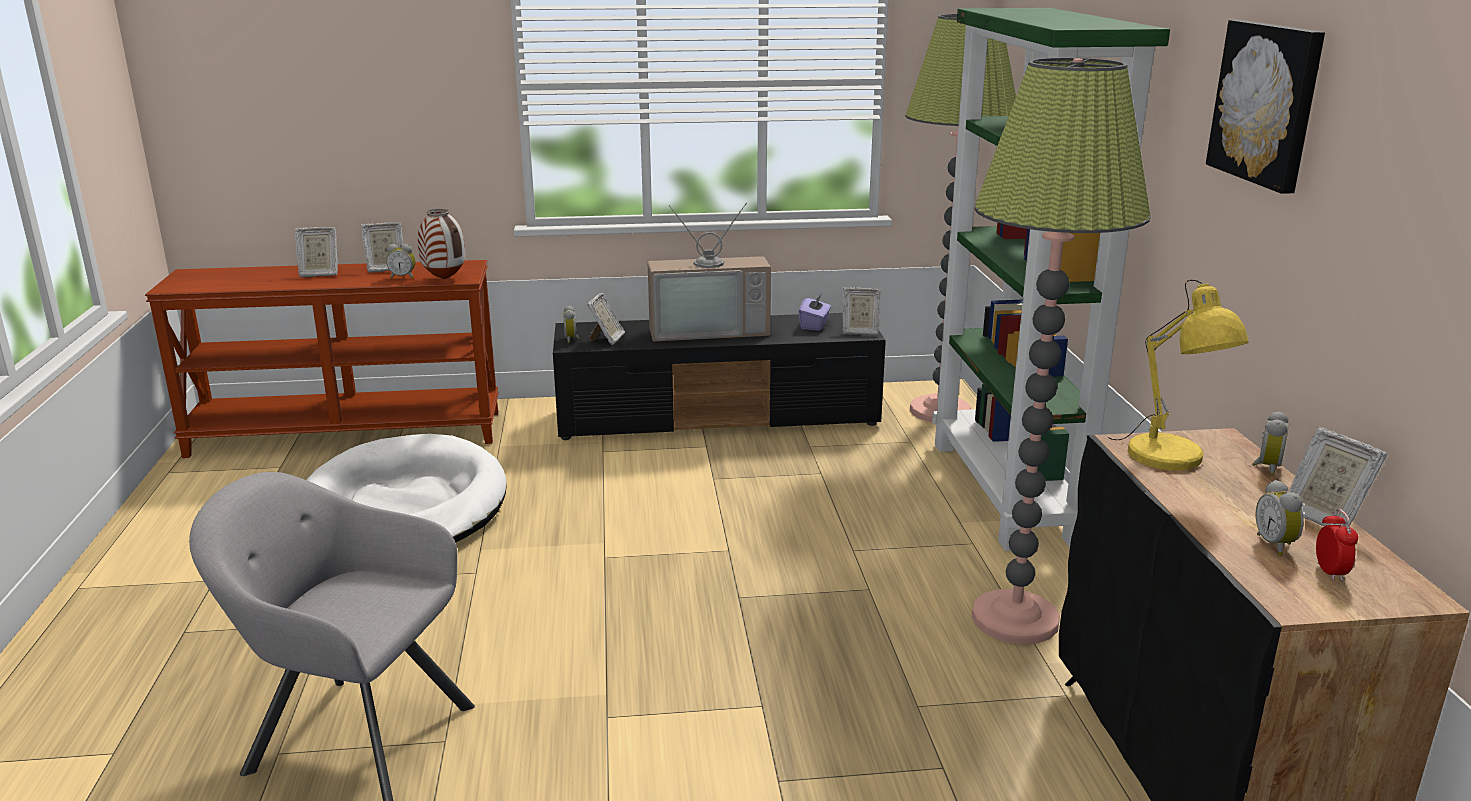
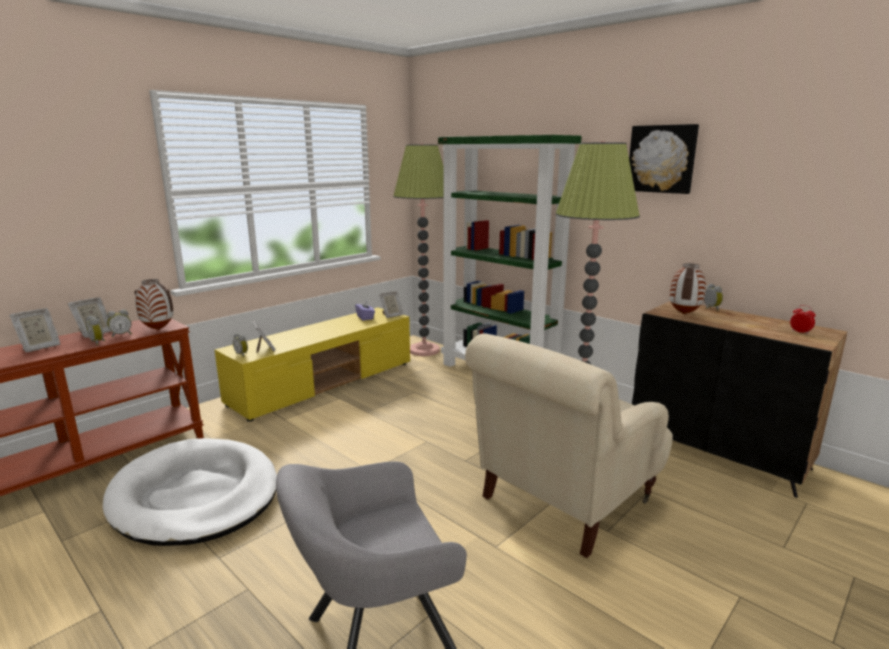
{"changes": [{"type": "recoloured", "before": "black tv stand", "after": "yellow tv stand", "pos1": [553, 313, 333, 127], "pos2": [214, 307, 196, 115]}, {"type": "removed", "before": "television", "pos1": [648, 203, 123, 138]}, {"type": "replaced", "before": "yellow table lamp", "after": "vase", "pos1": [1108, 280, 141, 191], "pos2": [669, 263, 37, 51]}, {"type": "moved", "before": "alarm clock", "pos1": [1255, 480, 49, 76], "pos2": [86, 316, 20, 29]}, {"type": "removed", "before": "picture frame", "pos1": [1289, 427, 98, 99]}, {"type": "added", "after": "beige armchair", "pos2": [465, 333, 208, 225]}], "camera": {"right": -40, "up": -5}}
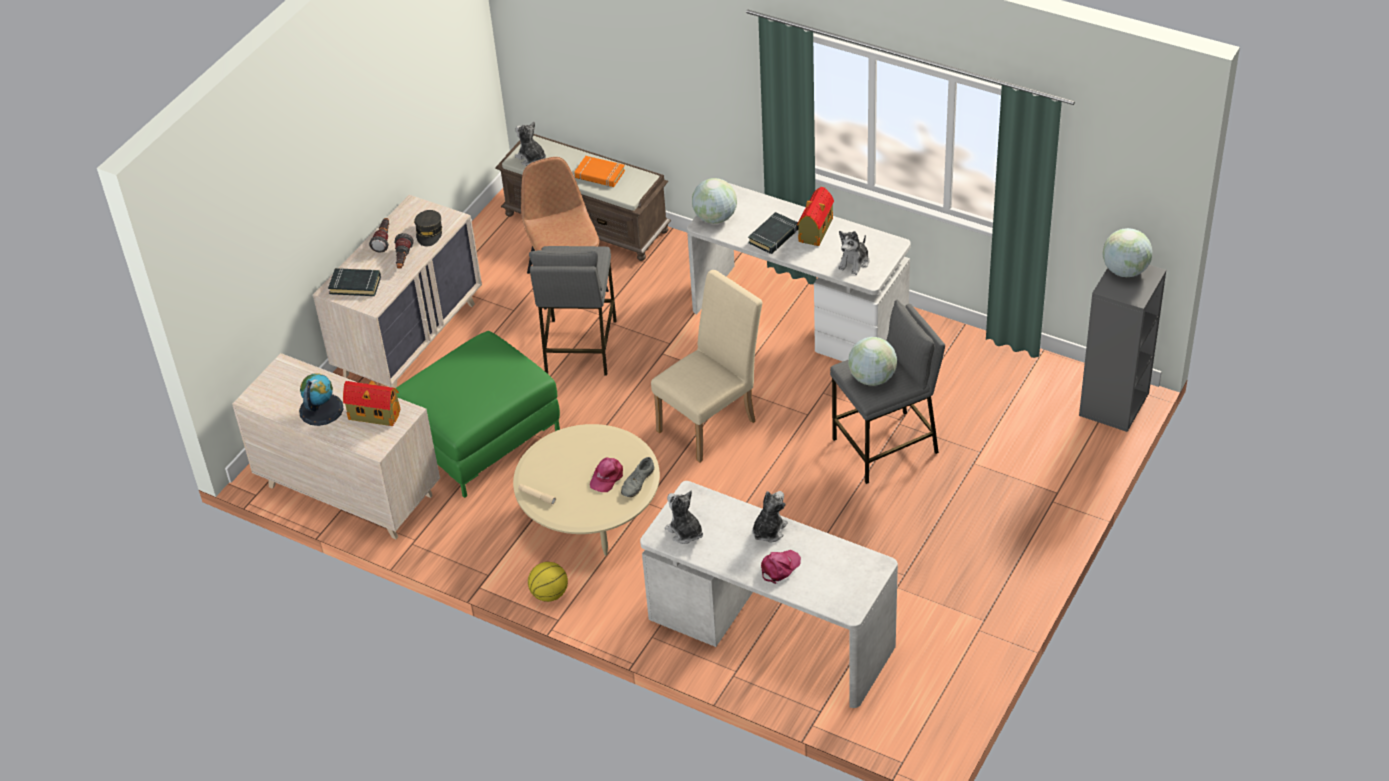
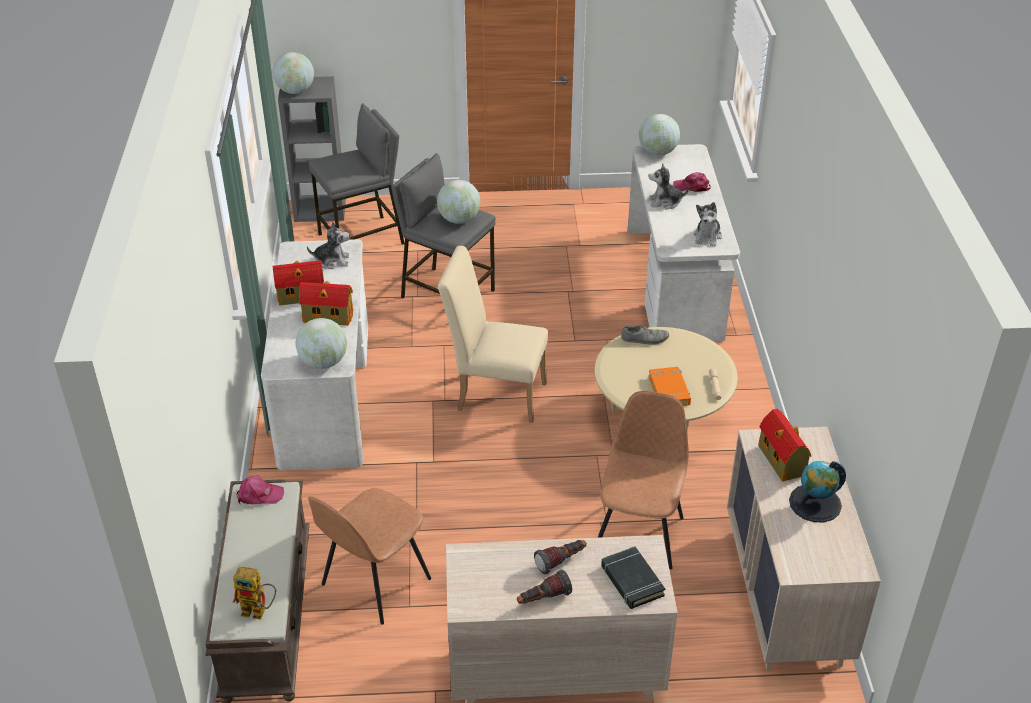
{"changes": [{"type": "replaced", "before": "green ottoman", "after": "brown chair", "pos1": [396, 331, 164, 167], "pos2": [598, 391, 91, 178]}, {"type": "removed", "before": "grey cap", "pos1": [414, 210, 28, 36]}, {"type": "replaced", "before": "plush toy", "after": "toy robot", "pos1": [515, 121, 31, 45], "pos2": [233, 566, 43, 54]}, {"type": "removed", "before": "basketball", "pos1": [528, 562, 40, 40]}, {"type": "moved", "before": "grey stool", "pos1": [529, 246, 88, 130], "pos2": [309, 103, 96, 142]}, {"type": "moved", "before": "orange book", "pos1": [574, 156, 51, 31], "pos2": [648, 367, 43, 39]}, {"type": "moved", "before": "pink cap", "pos1": [590, 457, 33, 35], "pos2": [236, 476, 48, 28]}, {"type": "replaced", "before": "black book", "after": "toy house", "pos1": [748, 212, 51, 42], "pos2": [299, 281, 54, 45]}, {"type": "added", "after": "globe", "pos2": [639, 114, 41, 42]}], "camera": {"right": -125, "up": -5}}
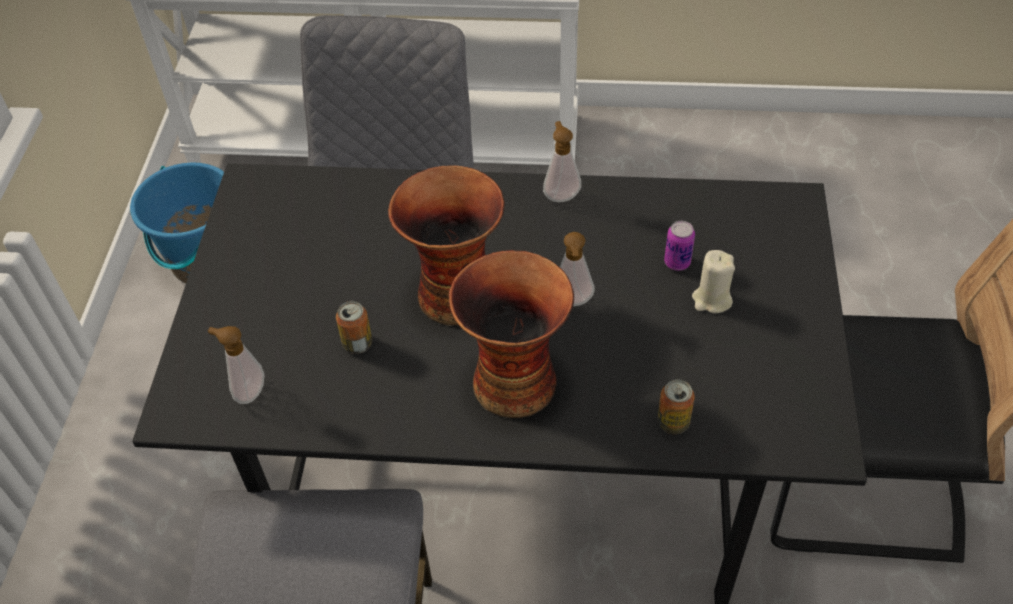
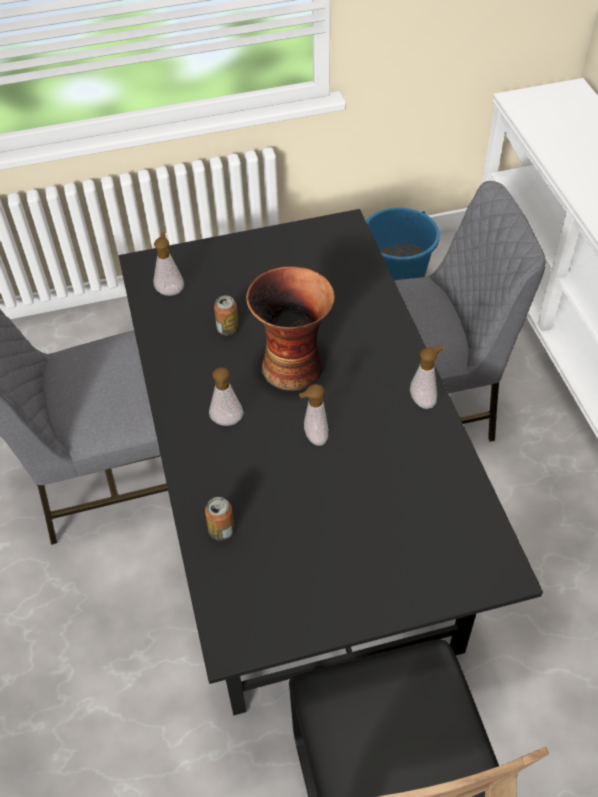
{"changes": [{"type": "replaced", "before": "vase", "after": "soap dispenser", "pos1": [449, 250, 125, 168], "pos2": [209, 367, 35, 59]}, {"type": "removed", "before": "can", "pos1": [664, 221, 31, 50]}, {"type": "removed", "before": "beige candle", "pos1": [692, 250, 43, 63]}], "camera": {"right": 70, "up": 0}}
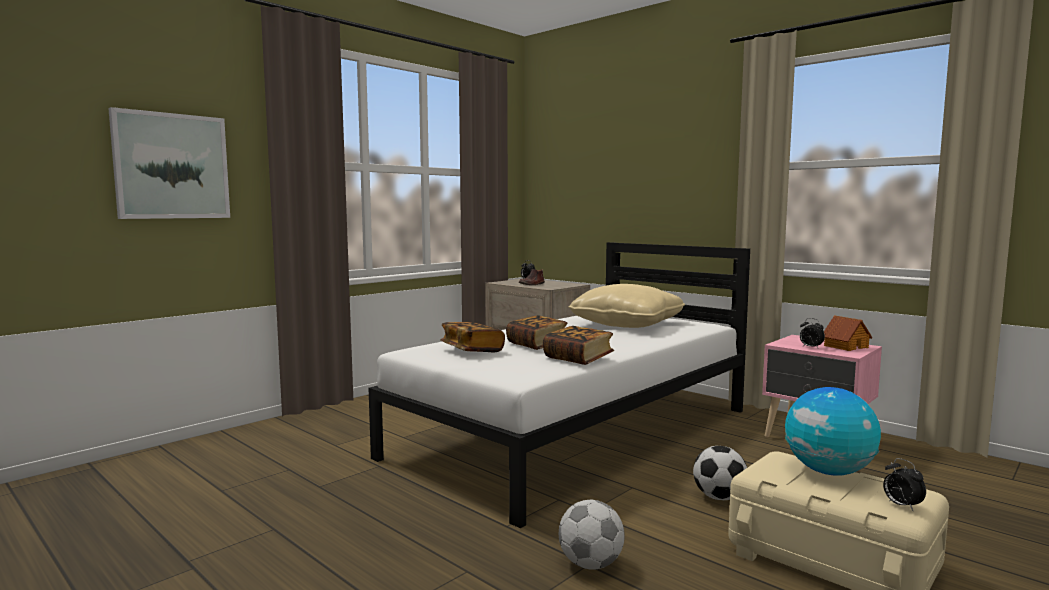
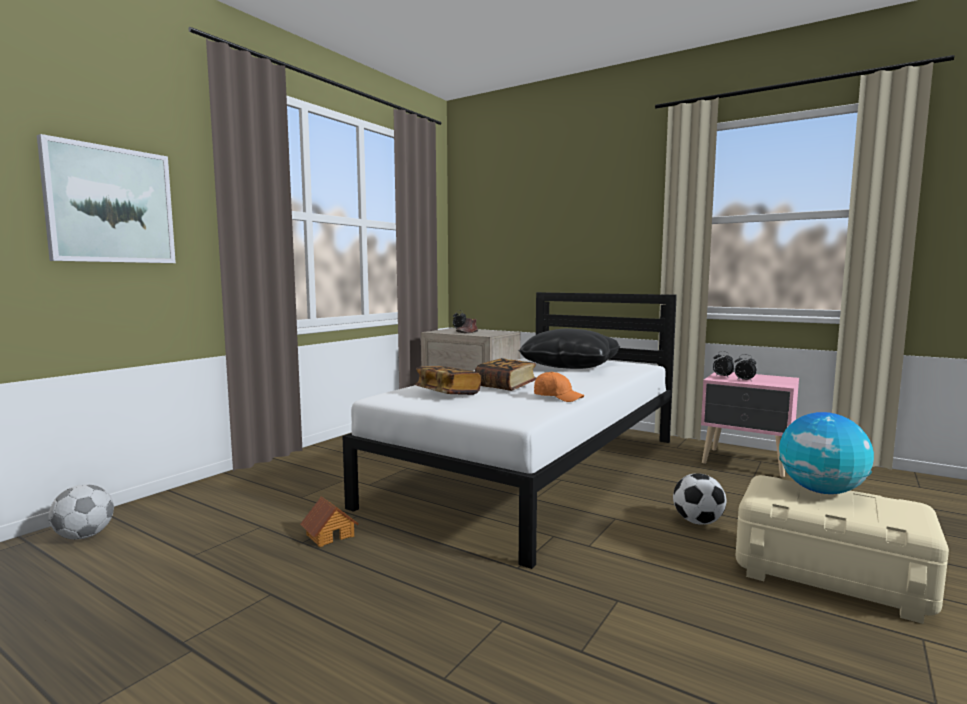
{"changes": [{"type": "replaced", "before": "book", "after": "orange cap", "pos1": [543, 326, 71, 39], "pos2": [534, 372, 50, 30]}, {"type": "moved", "before": "football", "pos1": [559, 499, 66, 71], "pos2": [48, 484, 66, 56]}, {"type": "recoloured", "before": "beige pillow", "after": "black pillow", "pos1": [568, 284, 117, 44], "pos2": [519, 328, 101, 41]}, {"type": "moved", "before": "toy house", "pos1": [824, 315, 49, 36], "pos2": [300, 496, 59, 51]}, {"type": "moved", "before": "alarm clock", "pos1": [883, 458, 43, 53], "pos2": [713, 351, 21, 26]}], "camera": {"right": -10, "up": 0}}
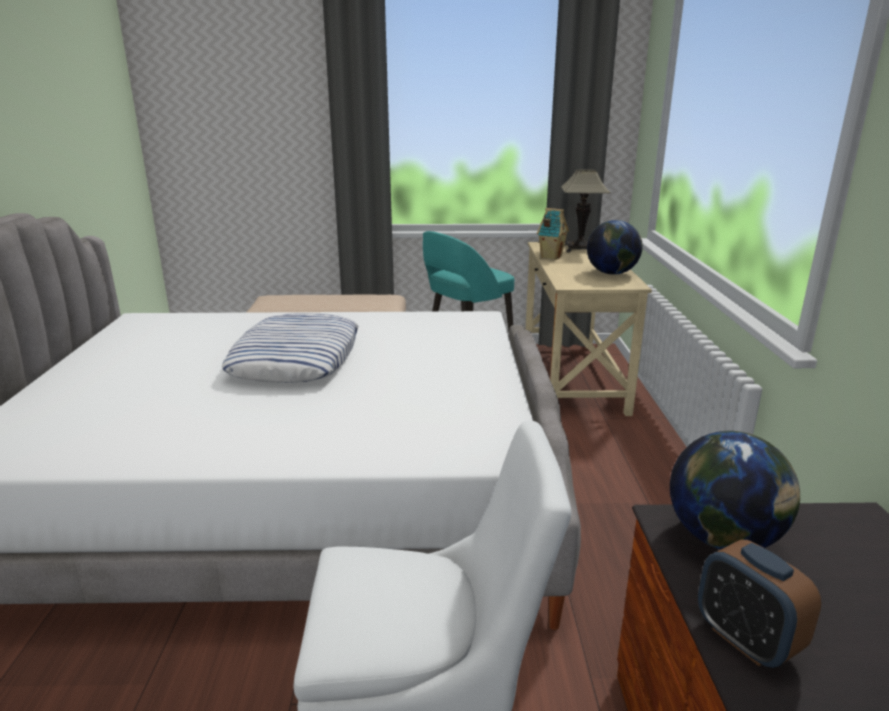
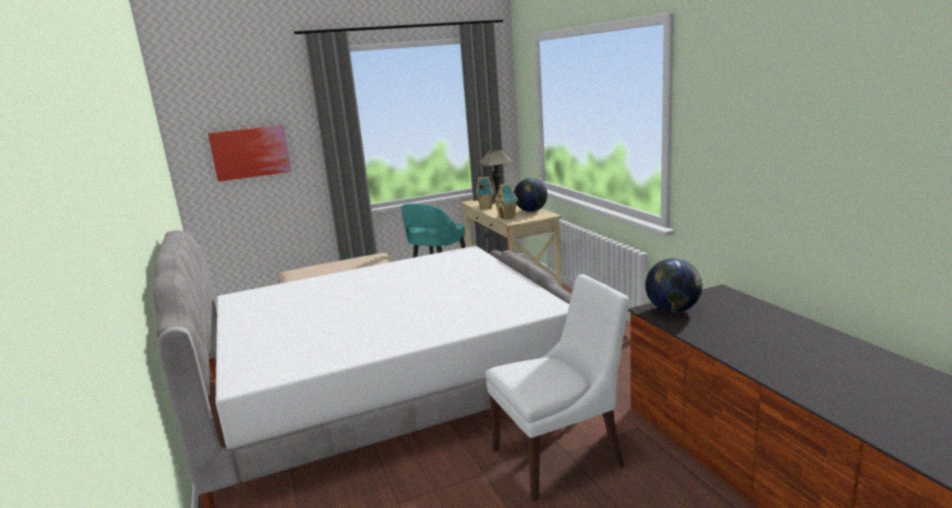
{"changes": [{"type": "removed", "before": "pillow", "pos1": [222, 313, 136, 70]}, {"type": "removed", "before": "alarm clock", "pos1": [698, 540, 123, 128]}, {"type": "added", "after": "picture", "pos2": [208, 125, 83, 57]}, {"type": "added", "after": "toy house", "pos2": [493, 183, 25, 37]}], "camera": {"right": -20, "up": -5}}
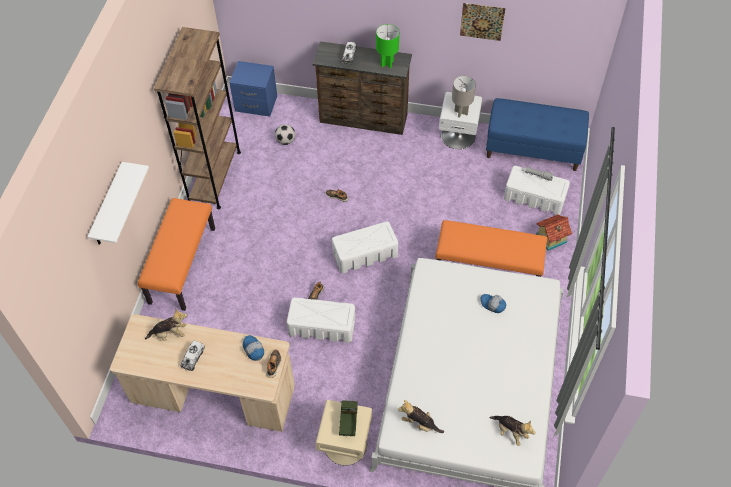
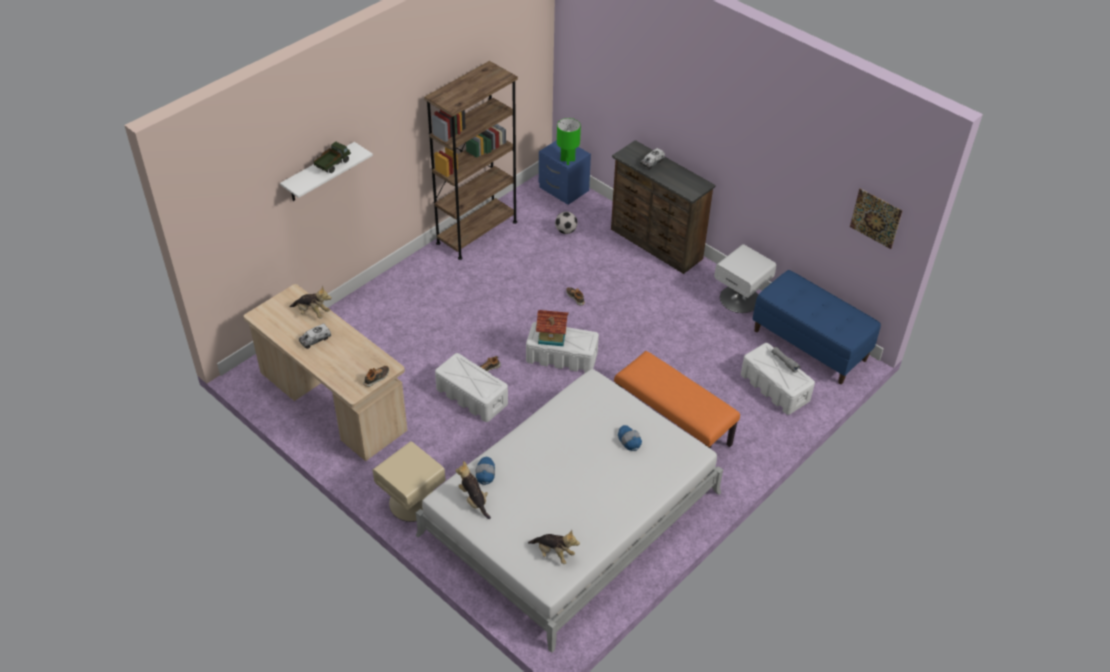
{"changes": [{"type": "removed", "before": "orange bench", "pos1": [138, 198, 77, 113]}, {"type": "moved", "before": "cap", "pos1": [243, 335, 21, 26], "pos2": [476, 457, 19, 28]}, {"type": "moved", "before": "toy truck", "pos1": [339, 400, 19, 36], "pos2": [313, 142, 38, 31]}, {"type": "moved", "before": "green table lamp", "pos1": [376, 24, 23, 44], "pos2": [557, 118, 24, 47]}, {"type": "removed", "before": "grey table lamp", "pos1": [452, 76, 24, 42]}, {"type": "moved", "before": "picture", "pos1": [460, 3, 46, 38], "pos2": [850, 189, 52, 60]}, {"type": "turned", "before": "plush toy", "pos1": [490, 416, 46, 30], "pos2": [528, 530, 52, 34], "turn": -45}, {"type": "moved", "before": "toy house", "pos1": [536, 214, 37, 37], "pos2": [536, 310, 33, 36]}], "camera": {"right": 30, "up": -10}}
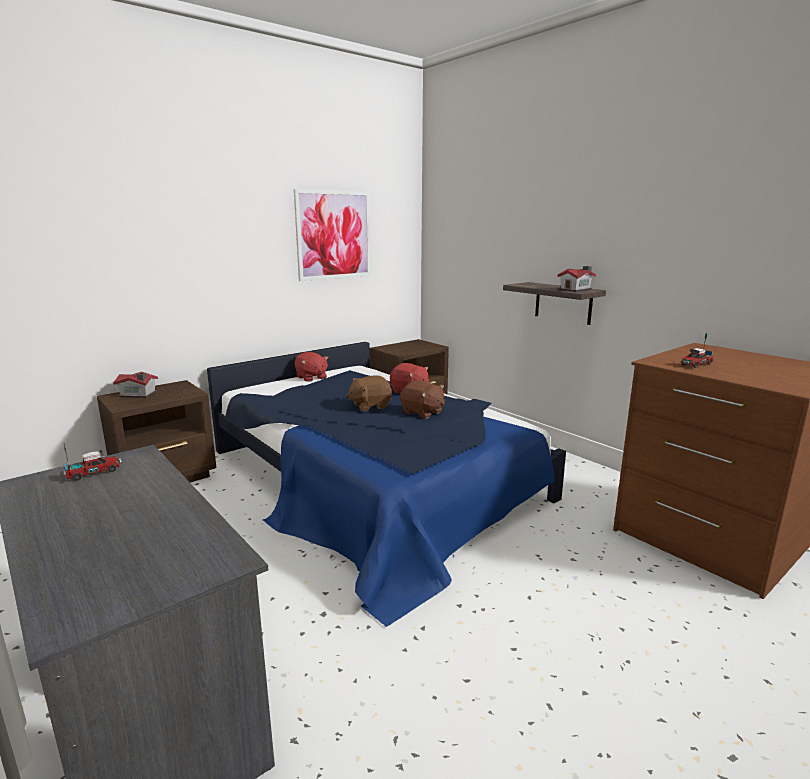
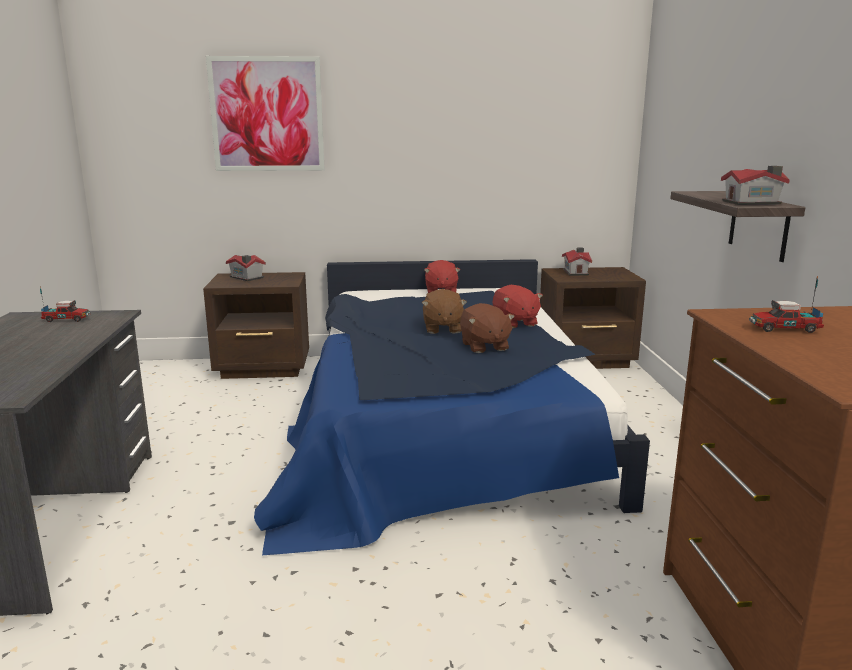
{"changes": [{"type": "moved", "before": "picture", "pos1": [294, 189, 77, 92], "pos2": [206, 56, 119, 115]}, {"type": "turned", "before": "brown plush toy", "pos1": [346, 376, 46, 35], "pos2": [422, 289, 45, 45], "turn": -105}, {"type": "added", "after": "toy house", "pos2": [562, 247, 30, 29]}], "camera": {"right": 35, "up": 0}}
